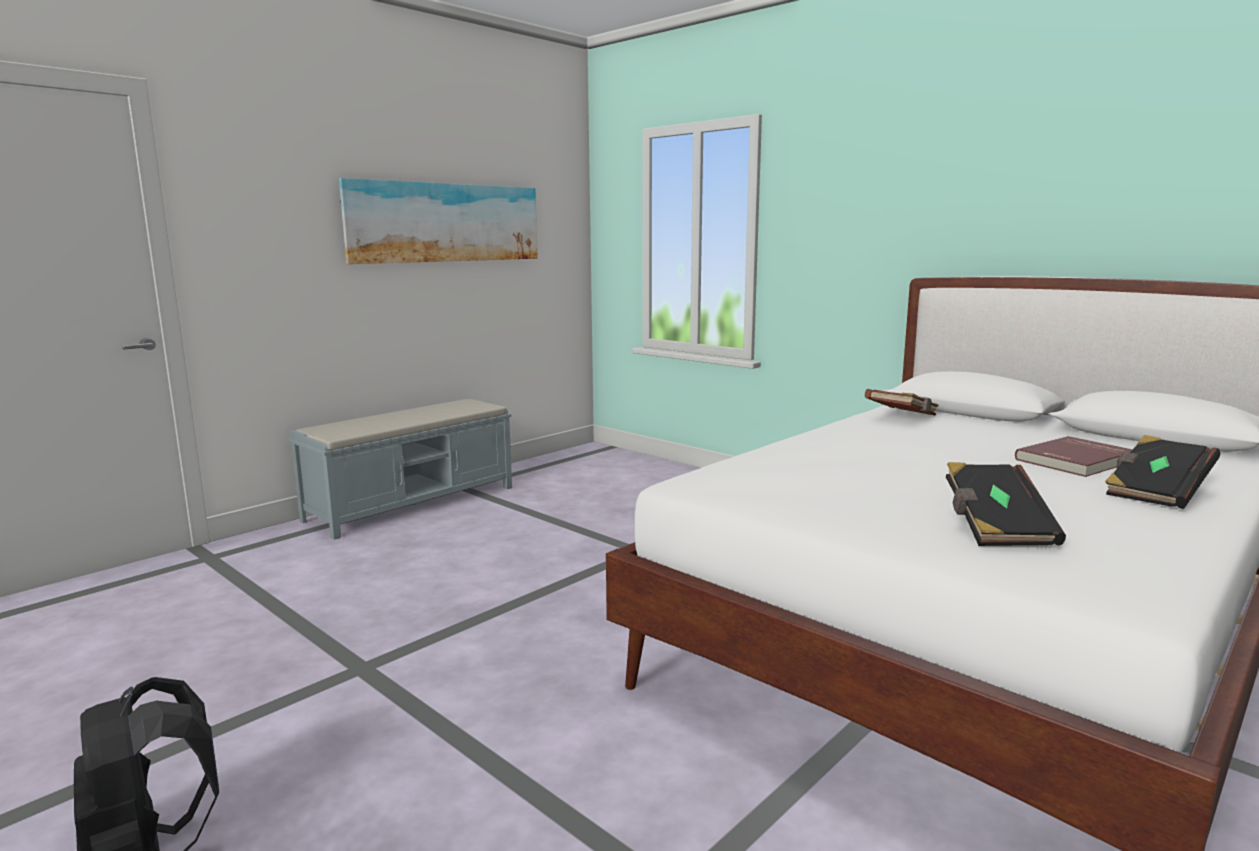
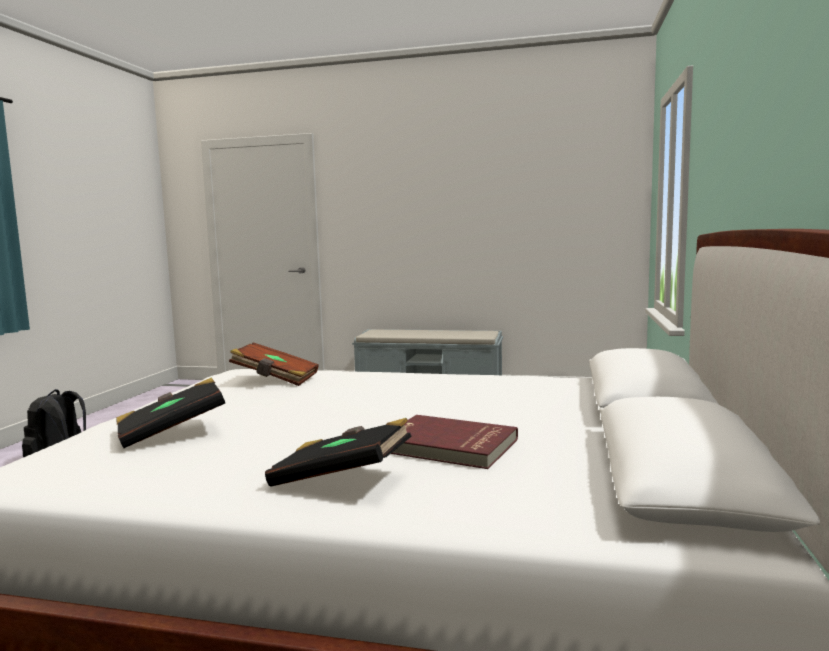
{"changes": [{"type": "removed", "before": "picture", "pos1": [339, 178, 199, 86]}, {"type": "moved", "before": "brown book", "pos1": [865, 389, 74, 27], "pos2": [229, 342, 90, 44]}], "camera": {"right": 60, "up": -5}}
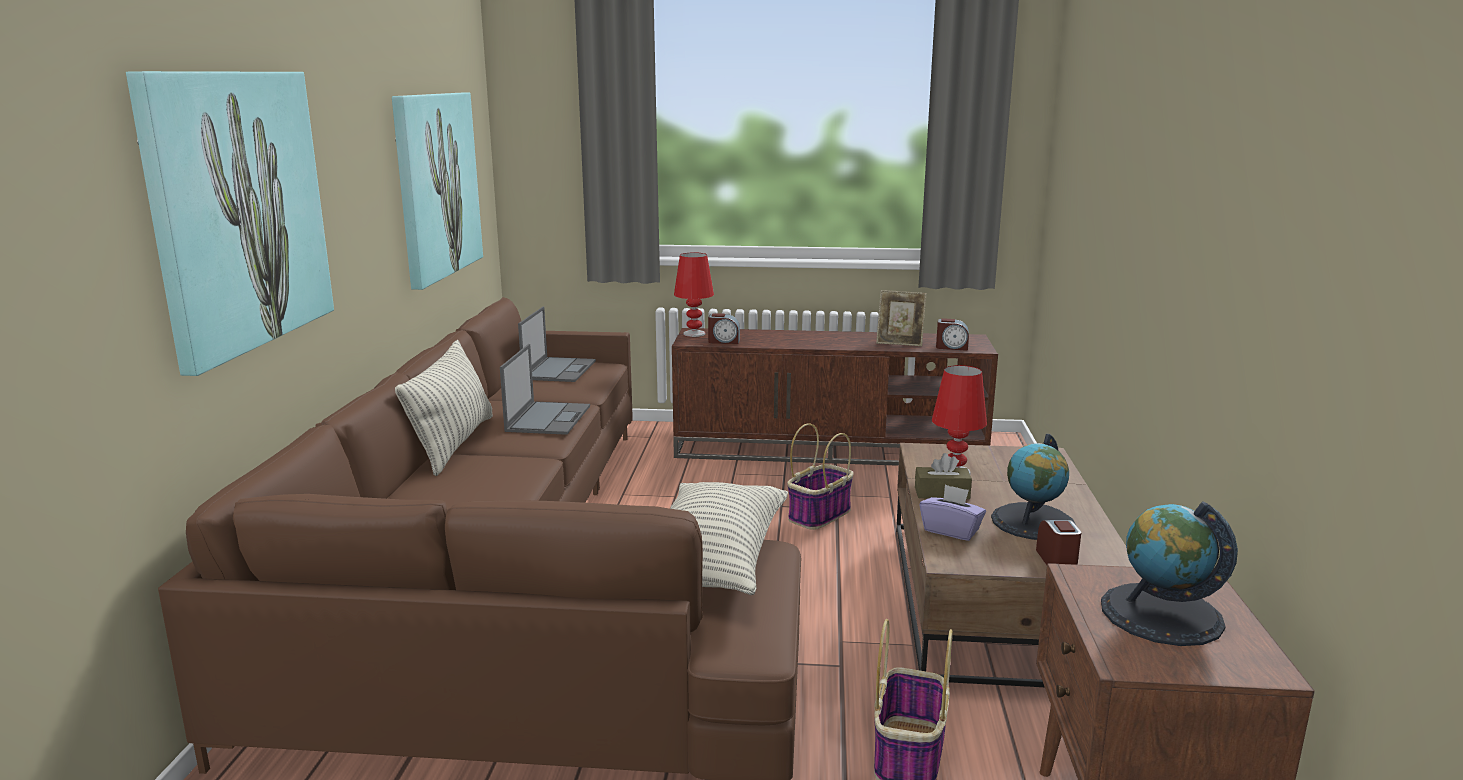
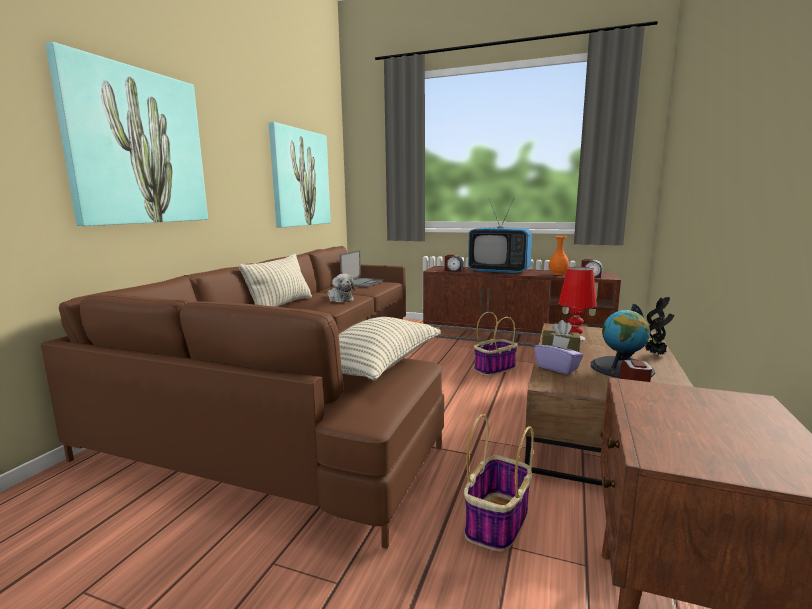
{"changes": [{"type": "replaced", "before": "laptop", "after": "plush toy", "pos1": [500, 344, 90, 91], "pos2": [328, 274, 27, 29]}, {"type": "removed", "before": "red table lamp", "pos1": [674, 253, 40, 84]}, {"type": "replaced", "before": "picture frame", "after": "orange vase", "pos1": [876, 290, 51, 56], "pos2": [549, 236, 20, 39]}, {"type": "removed", "before": "globe", "pos1": [1101, 501, 137, 145]}, {"type": "added", "after": "television", "pos2": [468, 199, 64, 75]}, {"type": "added", "after": "potted plant", "pos2": [645, 297, 29, 59]}], "camera": {"right": 15, "up": -5}}
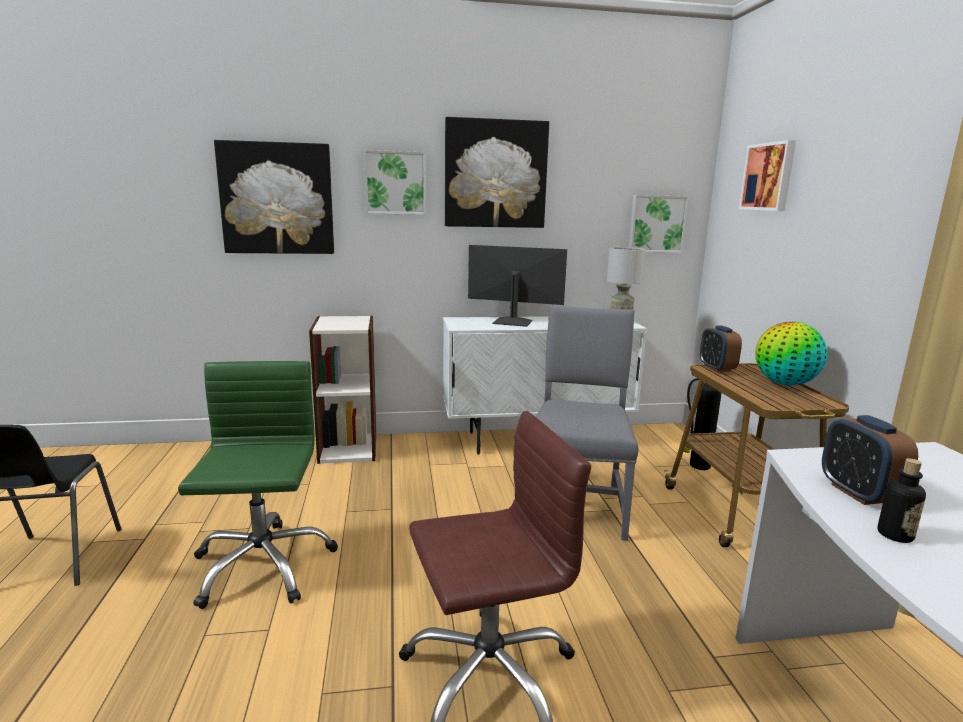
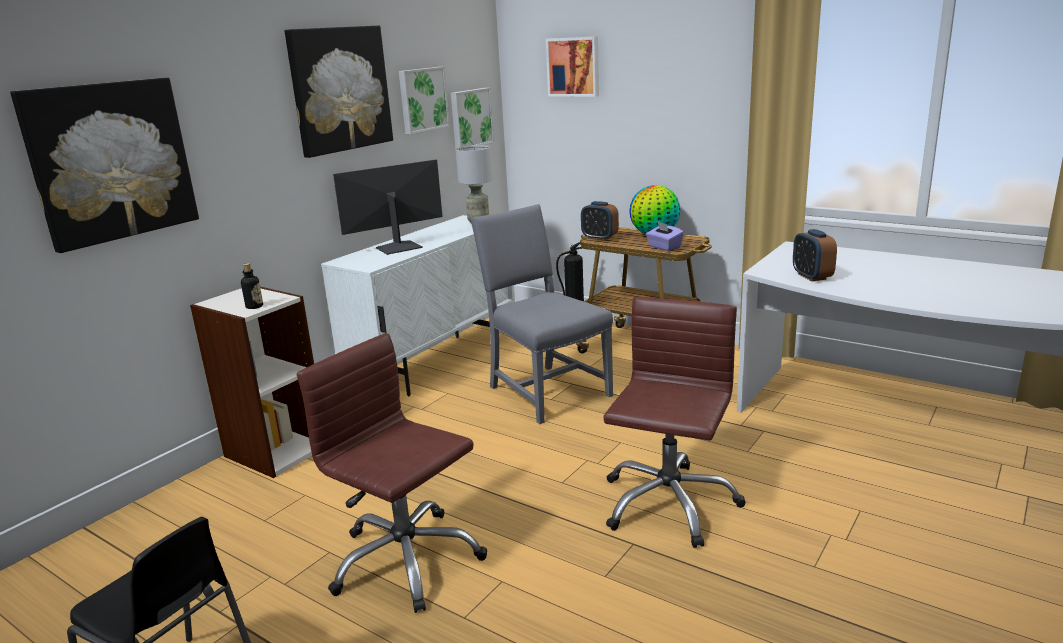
{"changes": [{"type": "recoloured", "before": "green office chair", "after": "brown office chair", "pos1": [178, 361, 160, 248], "pos2": [297, 333, 190, 280]}, {"type": "moved", "before": "picture", "pos1": [364, 150, 62, 65], "pos2": [399, 67, 51, 67]}, {"type": "turned", "before": "alarm clock", "pos1": [822, 415, 96, 90], "pos2": [793, 229, 44, 52], "turn": 45}, {"type": "moved", "before": "bottle", "pos1": [877, 458, 49, 85], "pos2": [241, 263, 22, 46]}, {"type": "added", "after": "purple tissue box", "pos2": [646, 221, 38, 30]}], "camera": {"right": -45, "up": 5}}
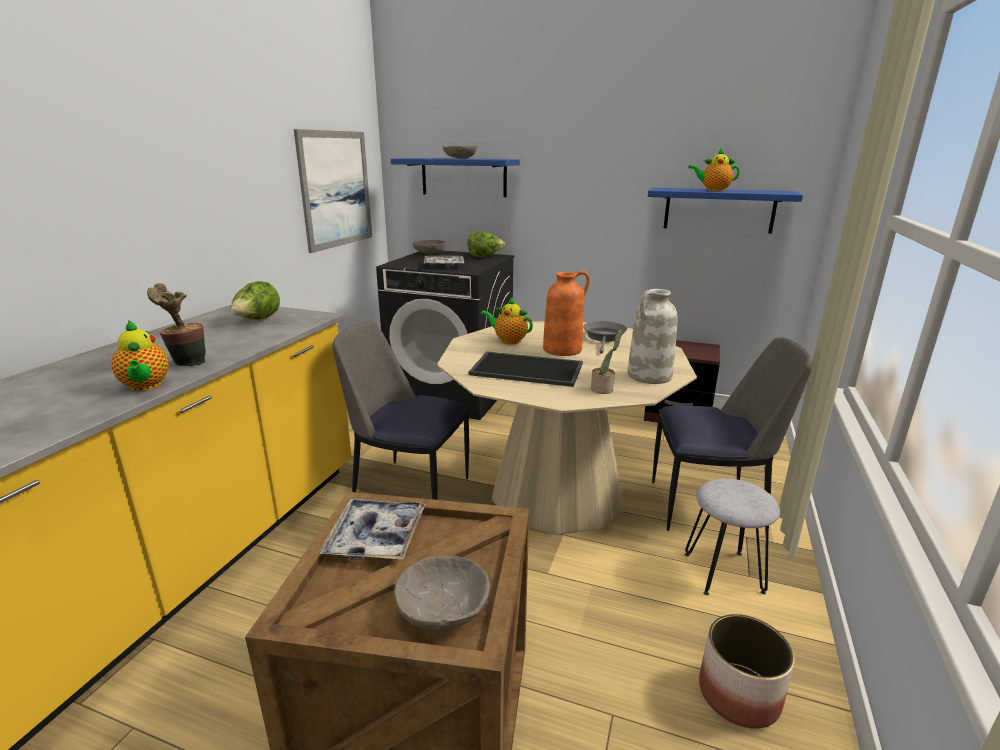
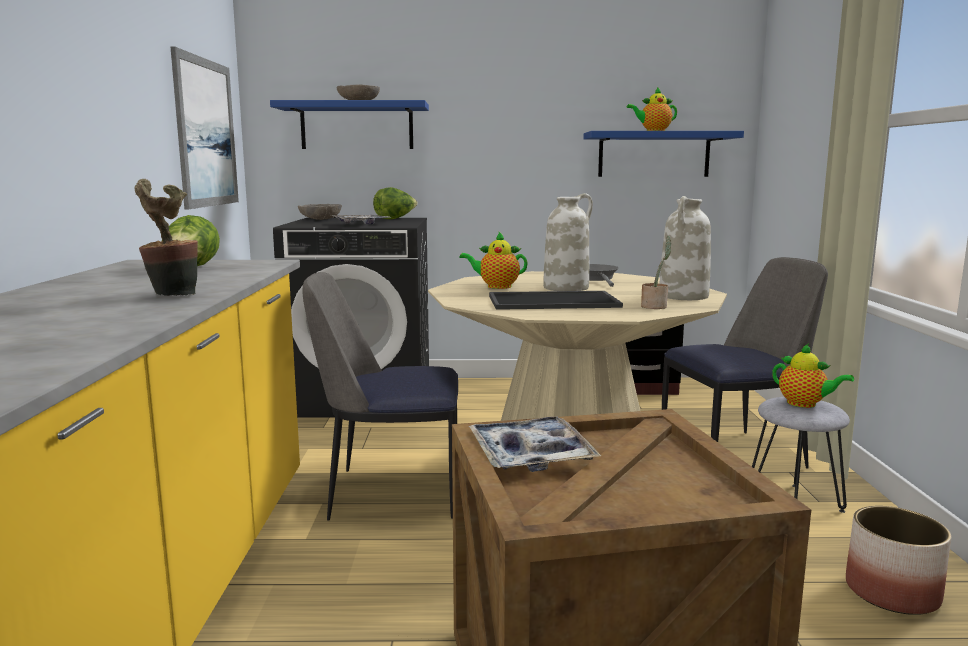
{"changes": [{"type": "moved", "before": "teapot", "pos1": [111, 320, 58, 71], "pos2": [772, 344, 82, 64]}, {"type": "removed", "before": "grey bowl", "pos1": [394, 556, 96, 74]}, {"type": "recoloured", "before": "orange vase", "after": "white vase", "pos1": [543, 271, 47, 85], "pos2": [543, 193, 50, 98]}], "camera": {"right": -20, "up": -10}}
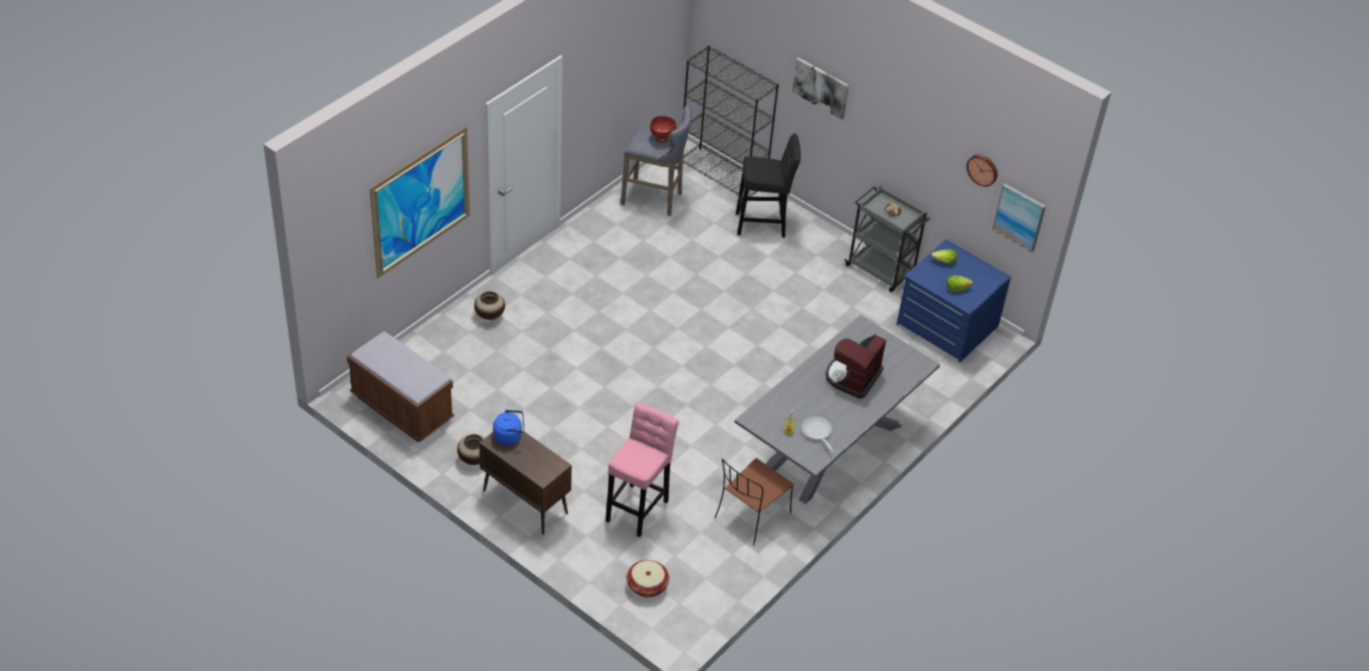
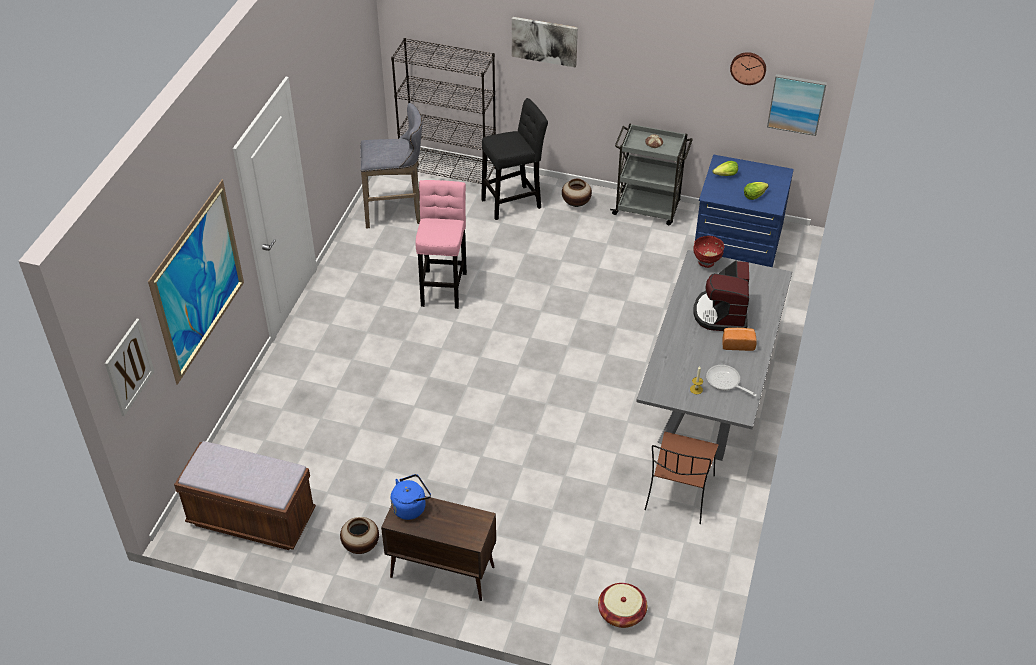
{"changes": [{"type": "moved", "before": "vase", "pos1": [474, 291, 31, 29], "pos2": [562, 179, 30, 28]}, {"type": "moved", "before": "pink stool", "pos1": [606, 402, 73, 135], "pos2": [415, 180, 52, 129]}, {"type": "moved", "before": "red bowl", "pos1": [650, 116, 26, 27], "pos2": [693, 236, 31, 32]}, {"type": "added", "after": "picture", "pos2": [105, 319, 50, 97]}, {"type": "added", "after": "bread", "pos2": [722, 328, 35, 23]}], "camera": {"right": -20, "up": 0}}
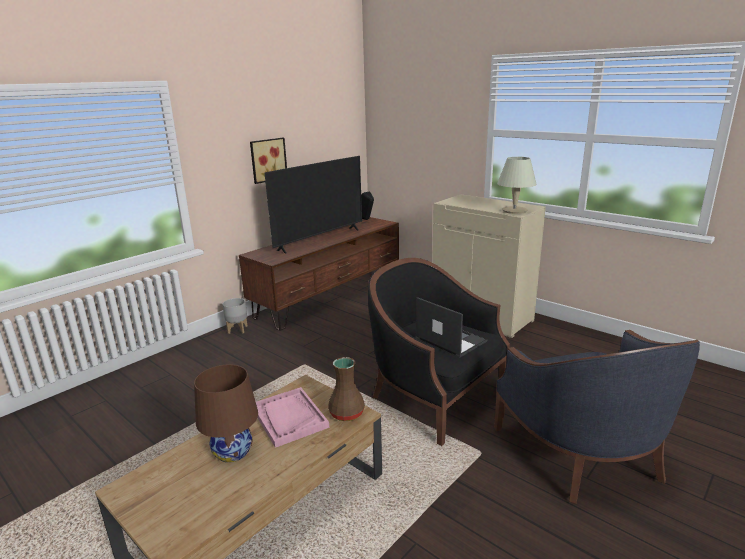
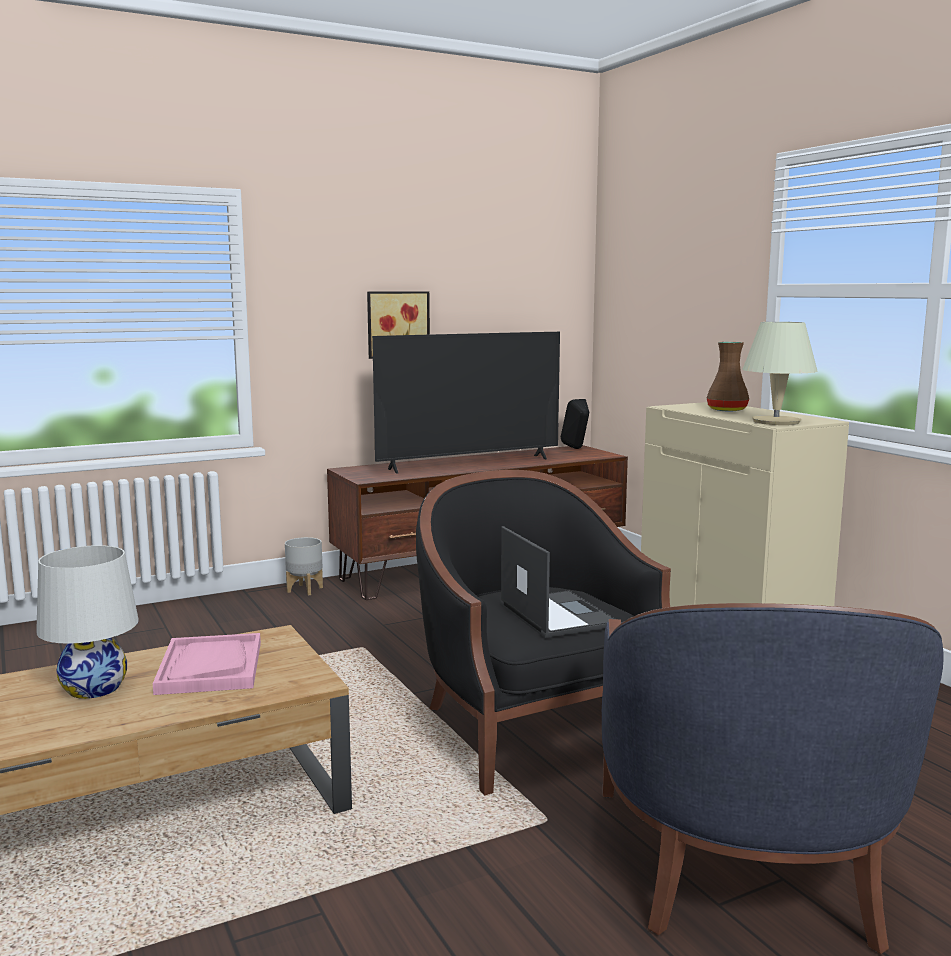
{"changes": [{"type": "recoloured", "before": "brown table lamp", "after": "white table lamp", "pos1": [194, 364, 64, 99], "pos2": [36, 545, 103, 154]}, {"type": "moved", "before": "brown vase", "pos1": [328, 357, 37, 64], "pos2": [707, 342, 42, 69]}], "camera": {"right": 20, "up": -10}}
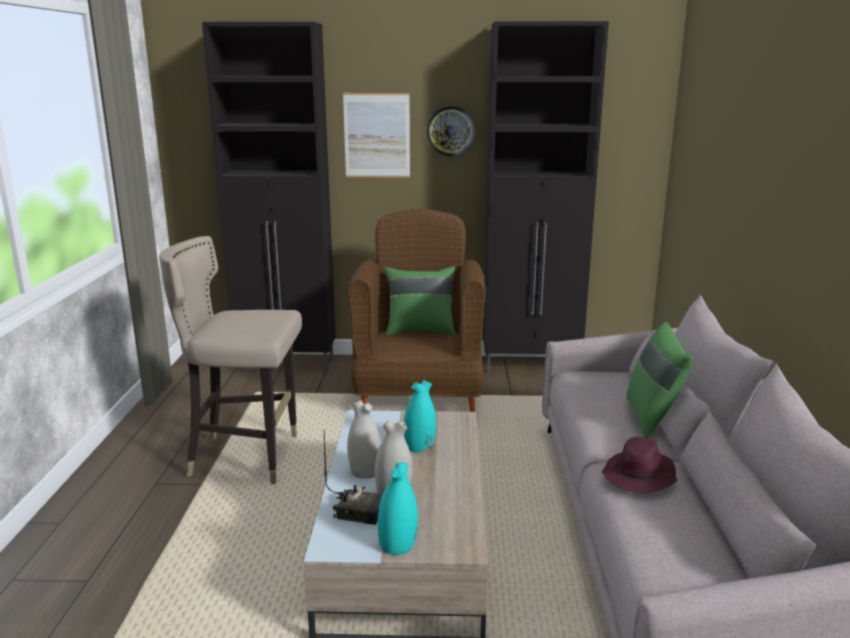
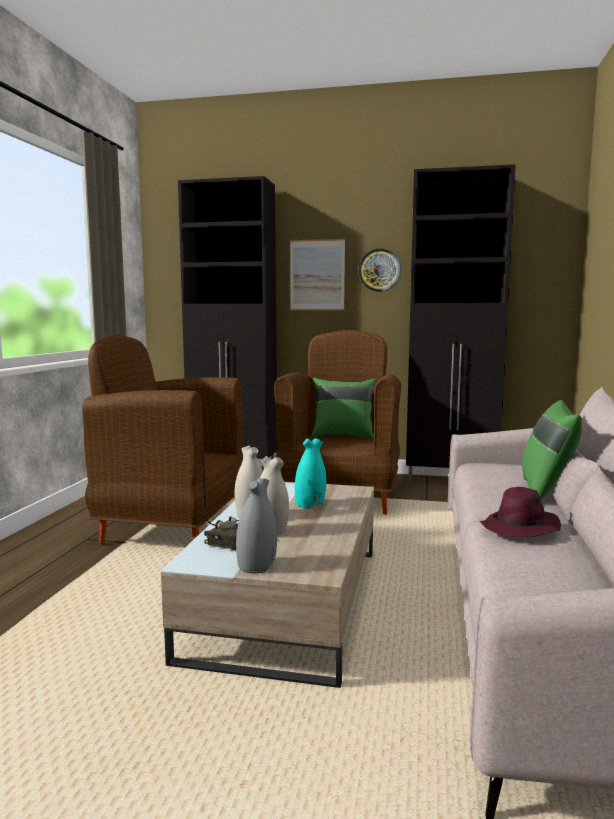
{"changes": [{"type": "replaced", "before": "beige stool", "after": "brown armchair", "pos1": [159, 236, 143, 248], "pos2": [82, 334, 161, 210]}, {"type": "recoloured", "before": "turquoise vase", "after": "grey vase", "pos1": [378, 462, 40, 93], "pos2": [236, 478, 41, 95]}], "camera": {"right": 10, "up": -10}}
